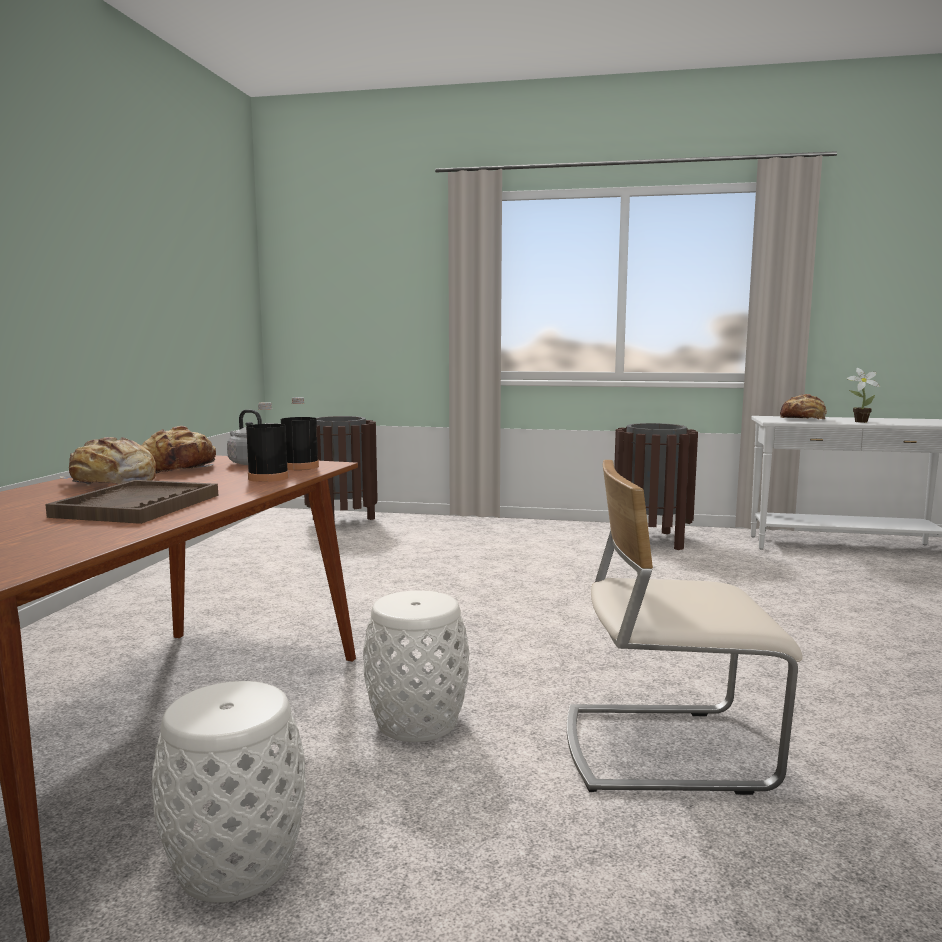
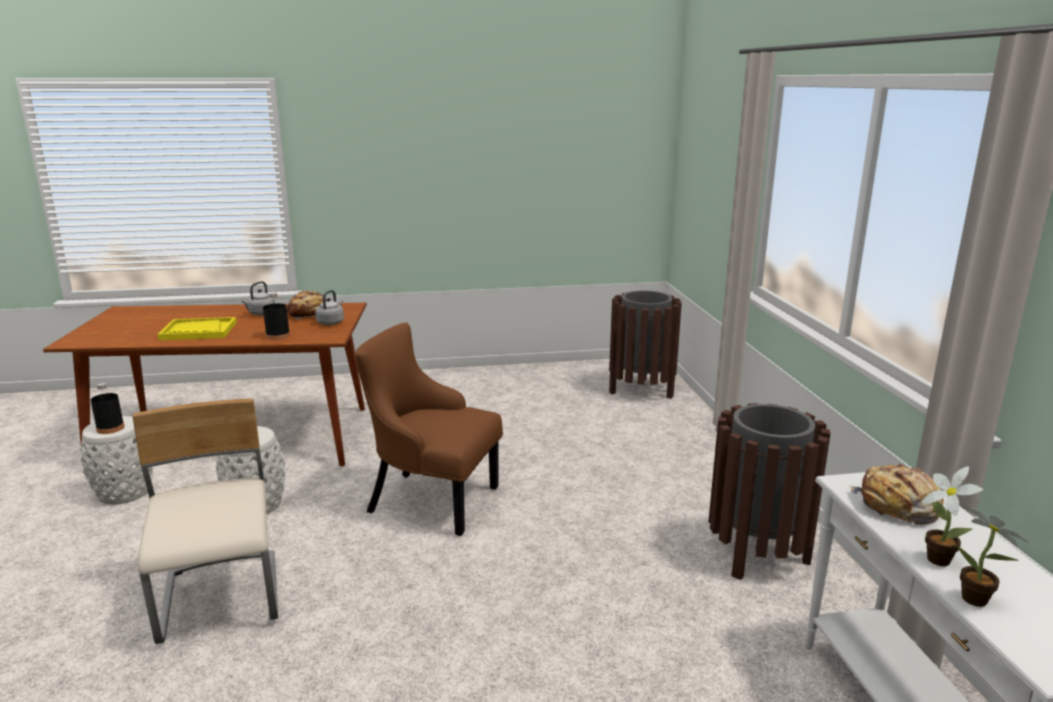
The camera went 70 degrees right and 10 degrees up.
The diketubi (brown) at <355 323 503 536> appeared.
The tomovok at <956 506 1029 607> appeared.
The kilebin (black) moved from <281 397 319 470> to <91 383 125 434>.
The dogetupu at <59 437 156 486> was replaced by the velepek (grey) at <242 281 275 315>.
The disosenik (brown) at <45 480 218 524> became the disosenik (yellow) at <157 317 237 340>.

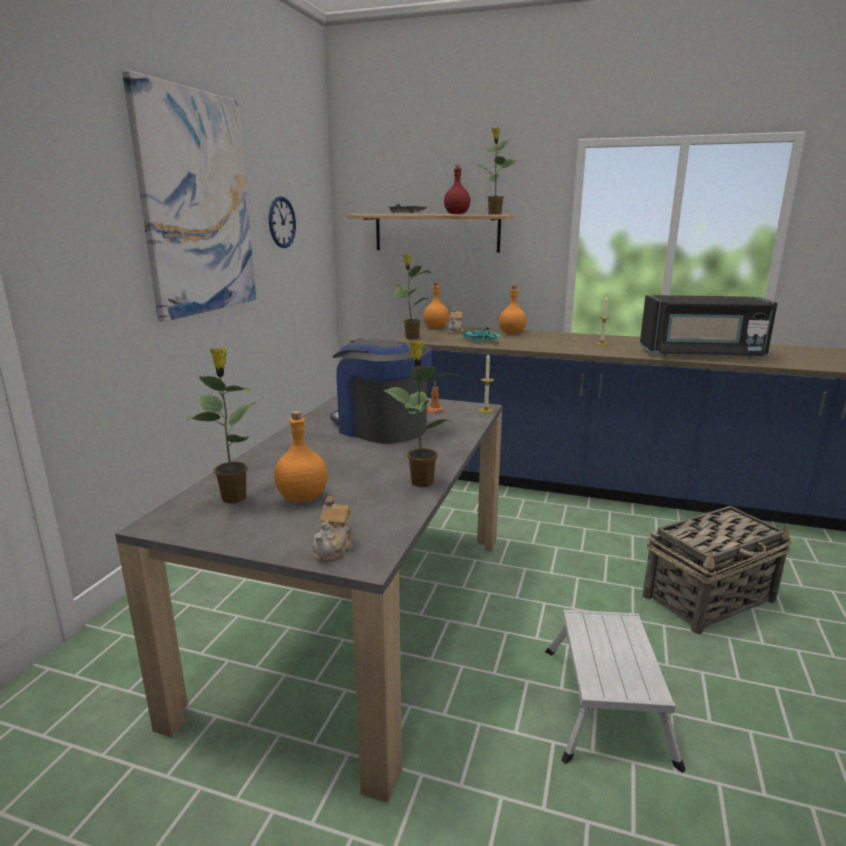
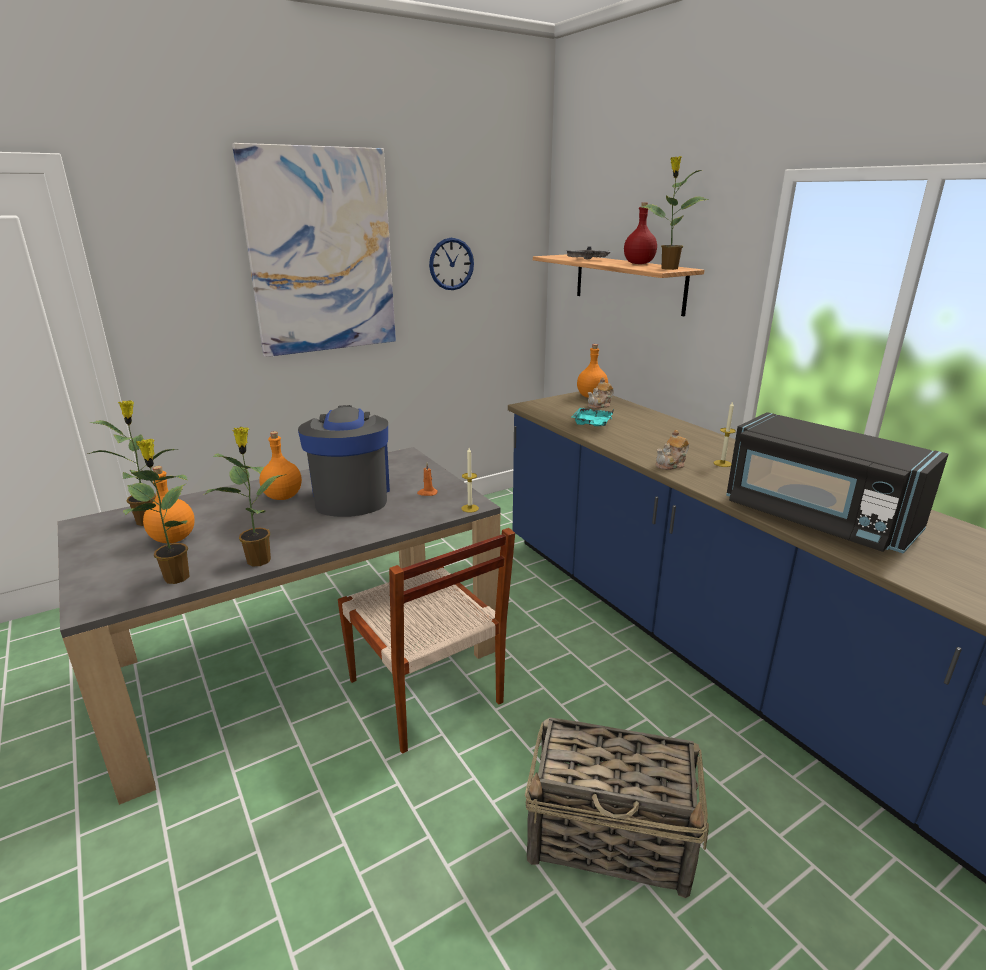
The camera went 40 degrees right and 5 degrees up.
The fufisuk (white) at <545 610 686 773> disappeared.
The diketubi at <338 528 515 754> appeared.
The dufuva moved from <313 496 353 562> to <655 430 689 470>.
The tomovok moved from <390 254 431 339> to <123 439 190 584>.
The kilebin (orange) moved from <499 286 527 334> to <259 431 302 500>.

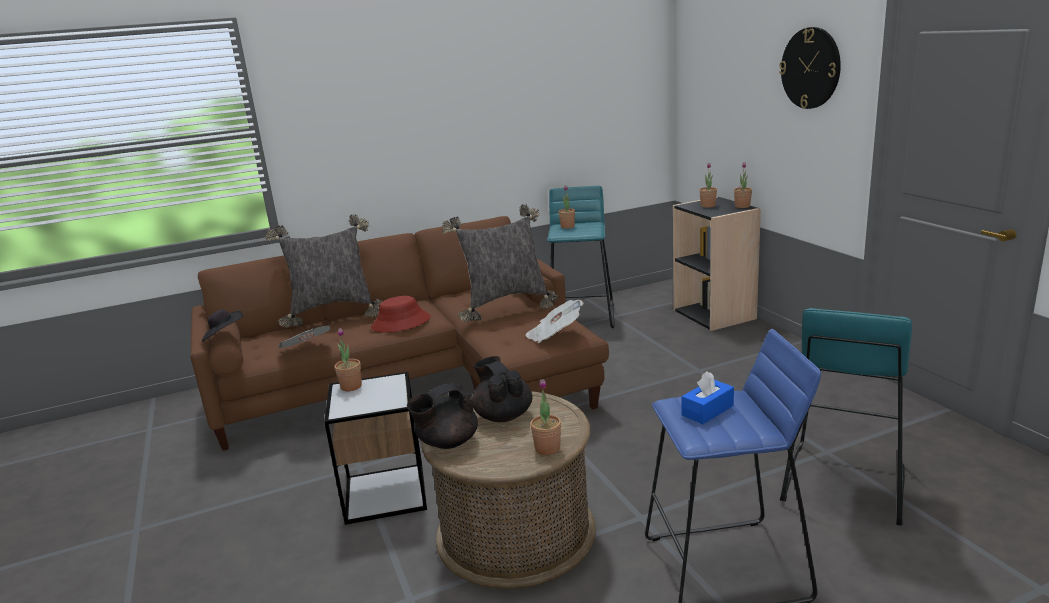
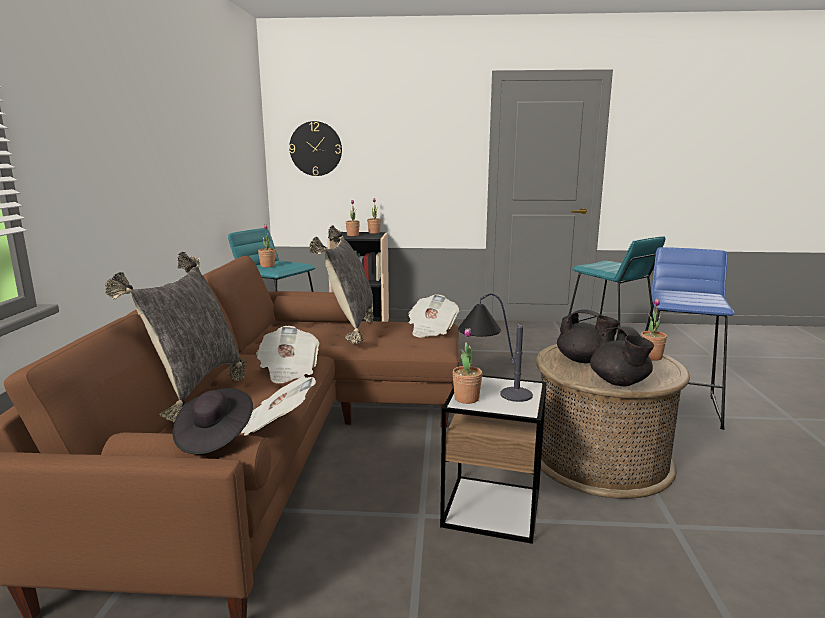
The camera went 65 degrees left and 5 degrees down.
The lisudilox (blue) at <681 371 734 424> disappeared.
The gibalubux at <458 293 533 402> appeared.
The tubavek moved from <779 27 841 109> to <289 121 342 176>.
The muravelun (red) at <371 296 431 333> was replaced by the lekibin at <256 326 320 384>.
The dufuva (black) at <472 356 532 422> turned 150 degrees counterclockwise.

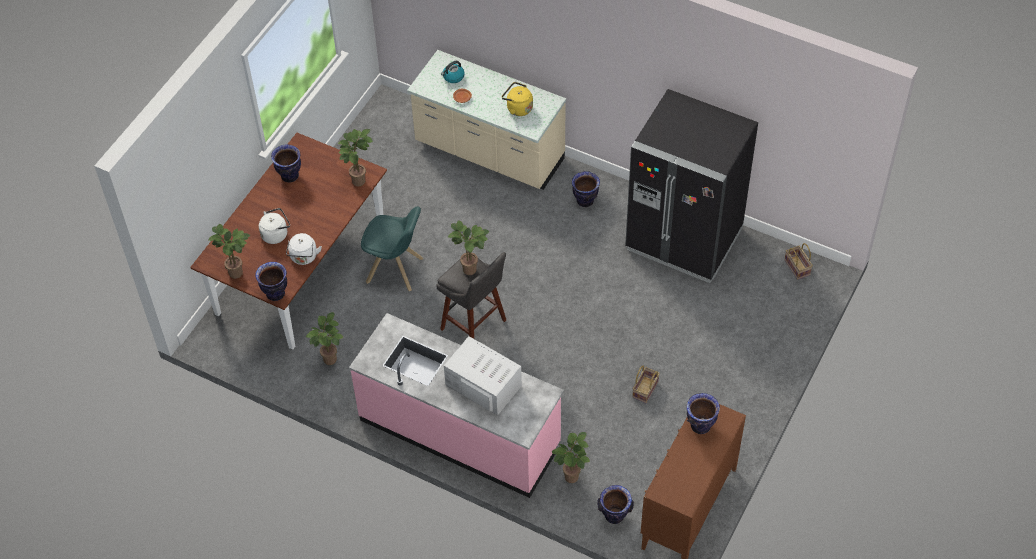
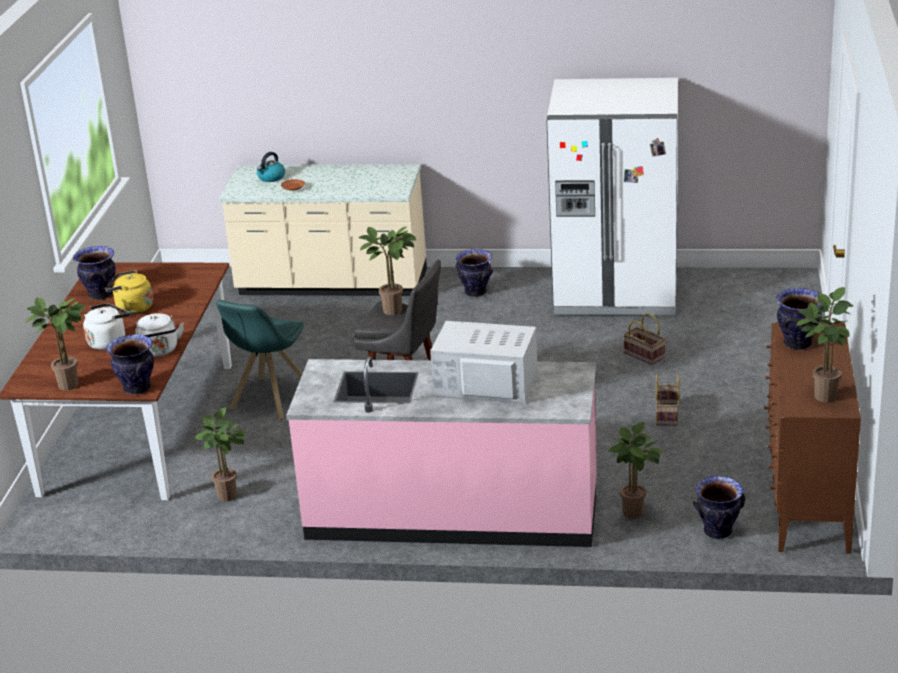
The camera went 20 degrees left and 25 degrees down.
The tomovok moved from <338 129 373 186> to <796 287 853 402>.
The velepek (yellow) moved from <502 82 533 116> to <105 270 153 314>.
The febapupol moved from <785 243 813 280> to <623 313 666 365>.
The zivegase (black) at <625 89 758 283> became the zivegase (white) at <546 78 678 315>.
The diketubi (turquoise) at <361 206 423 291> turned 120 degrees clockwise.

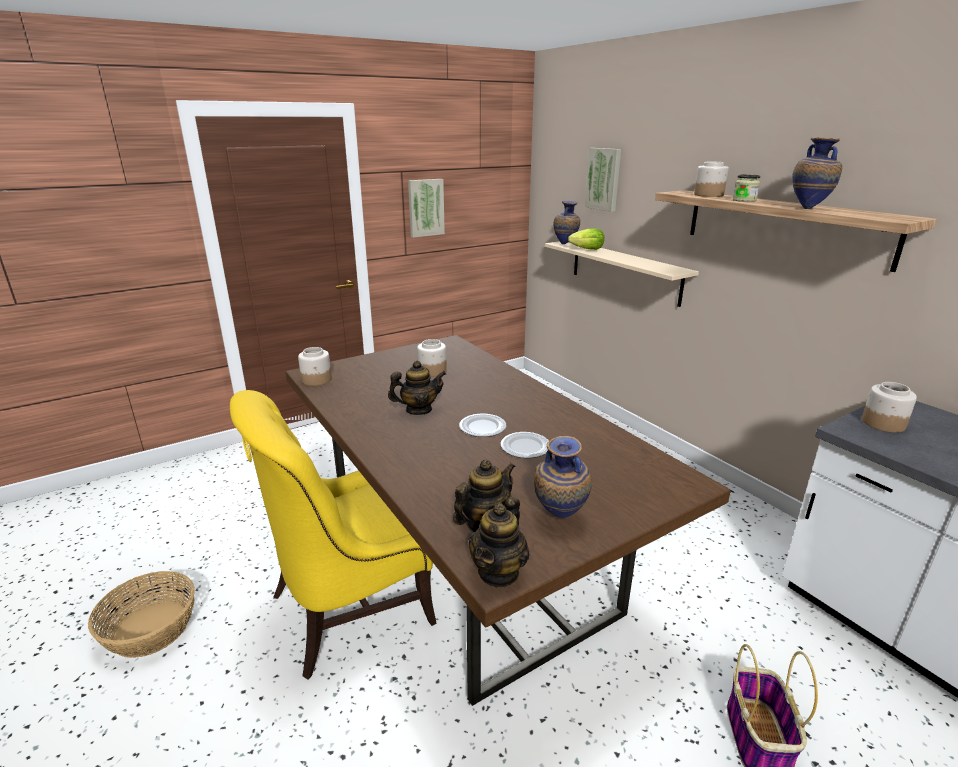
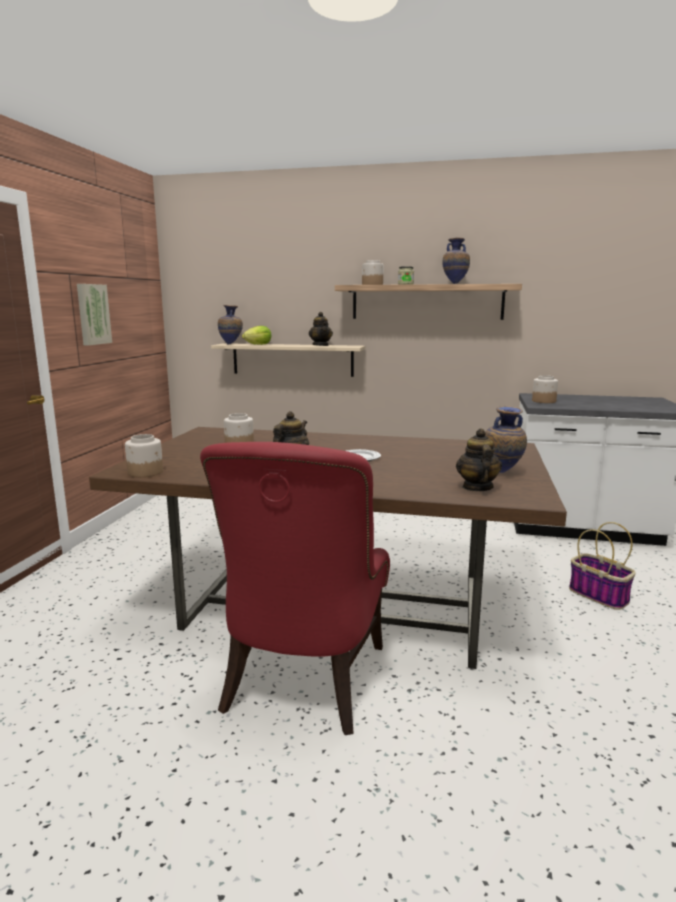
The camera went 45 degrees left and 10 degrees down.
The febapupol at <88 571 195 658> disappeared.
The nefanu at <501 432 549 458> disappeared.
The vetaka at <585 148 621 212> disappeared.
The dufuva moved from <469 497 530 588> to <309 312 333 346>.
The diketubi (yellow) at <230 390 437 680> became the diketubi (red) at <200 442 390 735>.

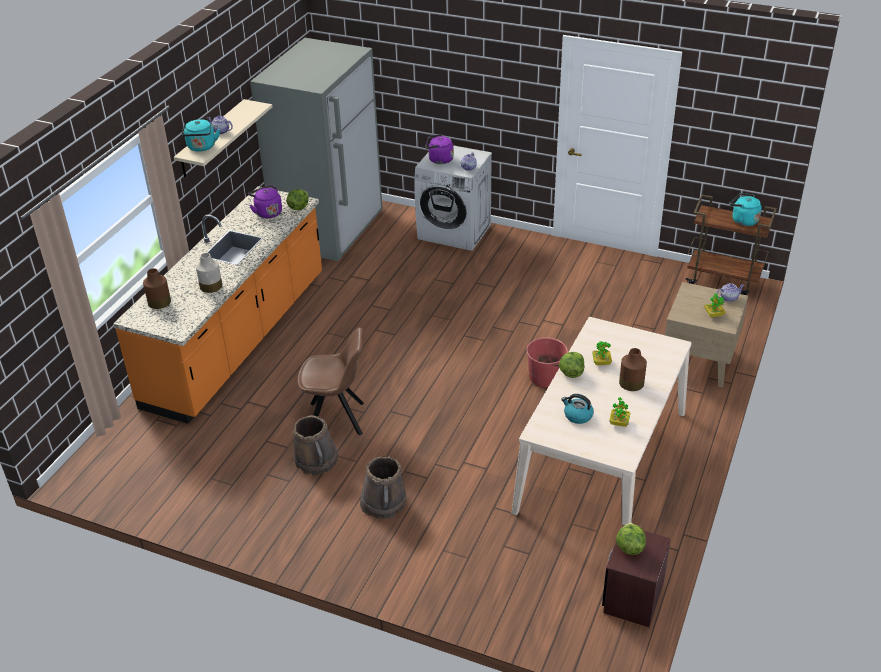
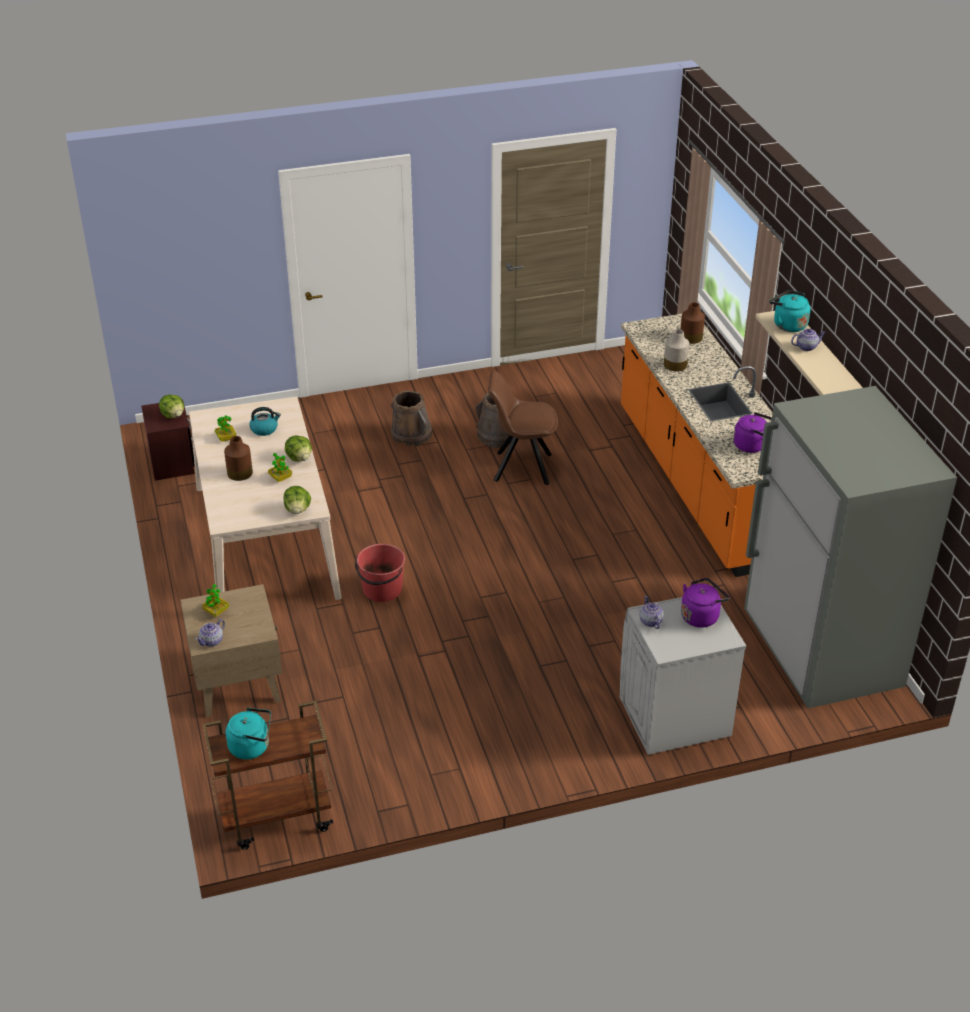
The camera went 140 degrees right and 0 degrees up.
The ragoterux moved from <286 189 309 210> to <284 486 311 514>.
The diketubi (brown) at <297 327 364 435> turned 45 degrees clockwise.

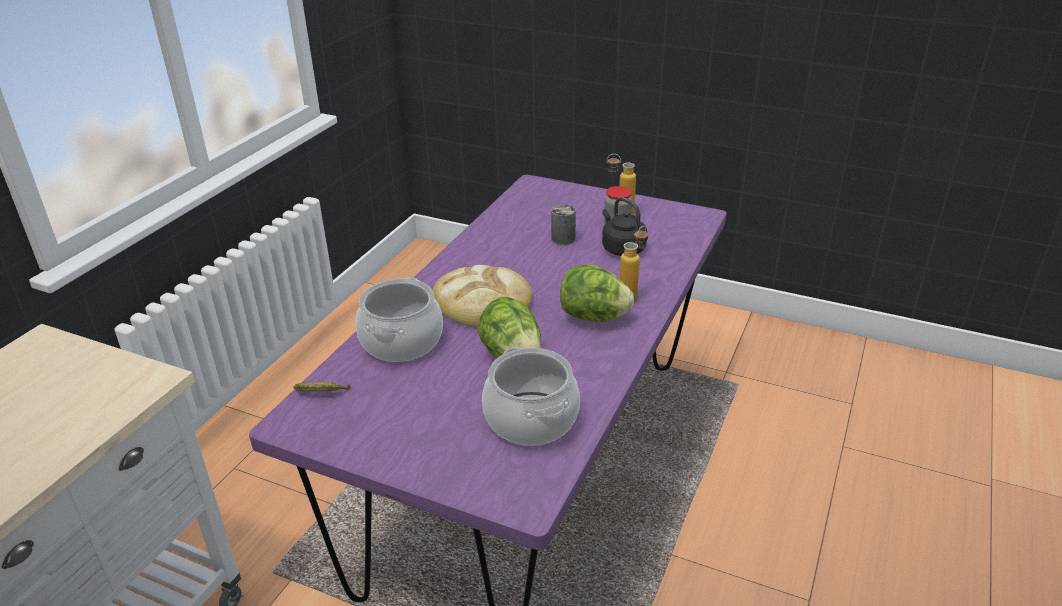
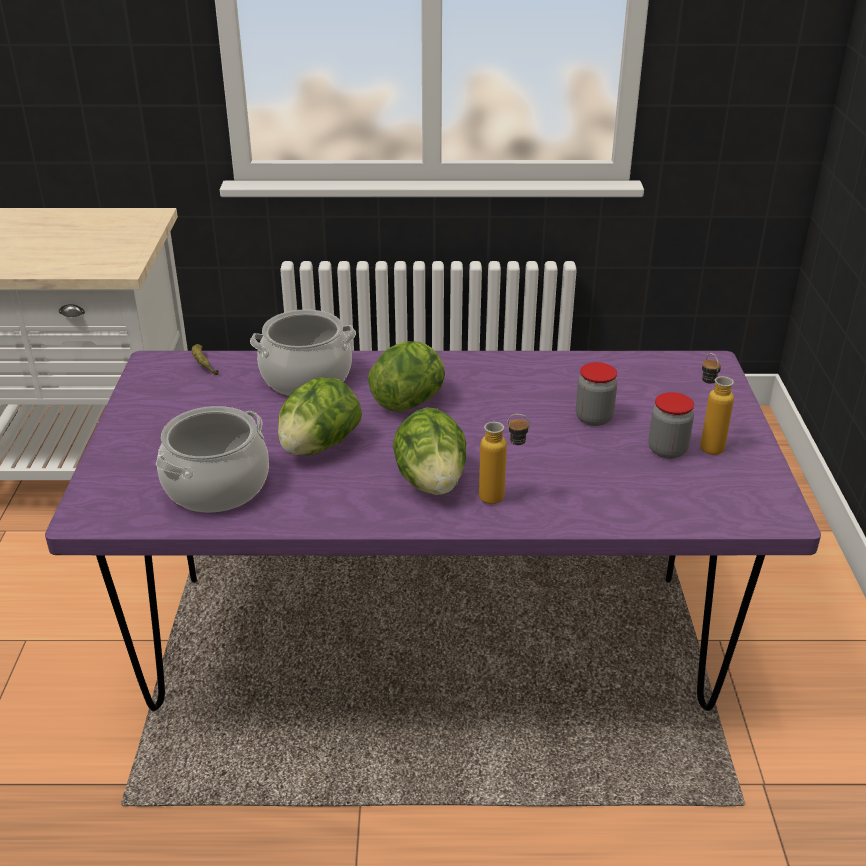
The camera went 65 degrees right and 0 degrees up.
The velepek (black) at <602 197 647 256> disappeared.
The dogetupu at <433 265 532 327> was replaced by the ragoterux at <368 341 445 412>.
The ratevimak at <551 205 576 245> was replaced by the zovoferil at <576 362 617 426>.

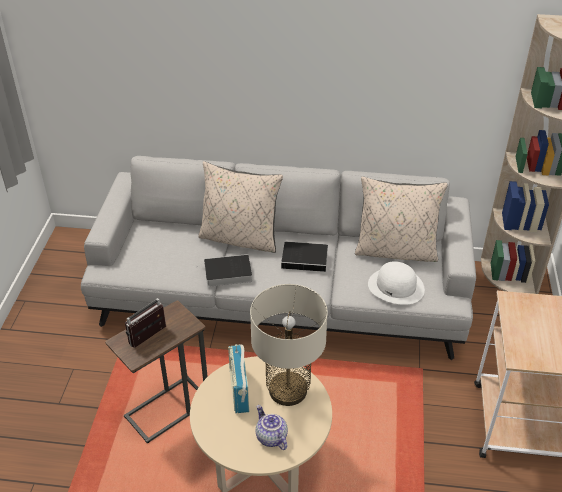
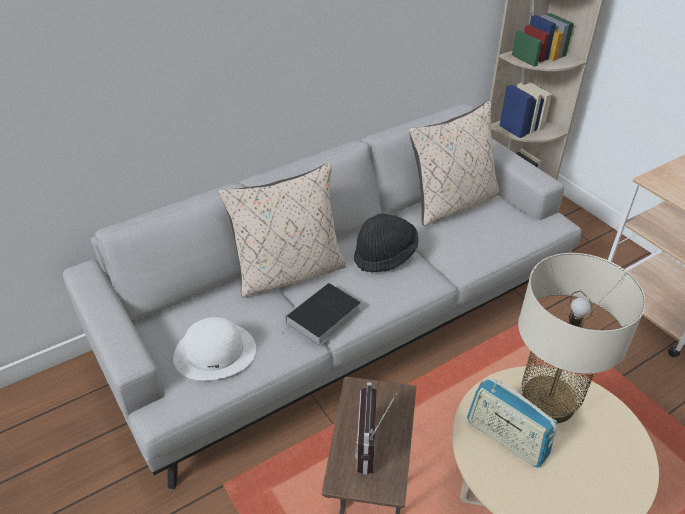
The camera went 40 degrees left and 0 degrees up.
The dufuva at <256 405 288 450> disappeared.
The muravelun (white) moved from <368 261 425 305> to <173 317 256 380>.
The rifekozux at <281 242 334 272> was replaced by the muravelun (black) at <354 214 418 272>.

